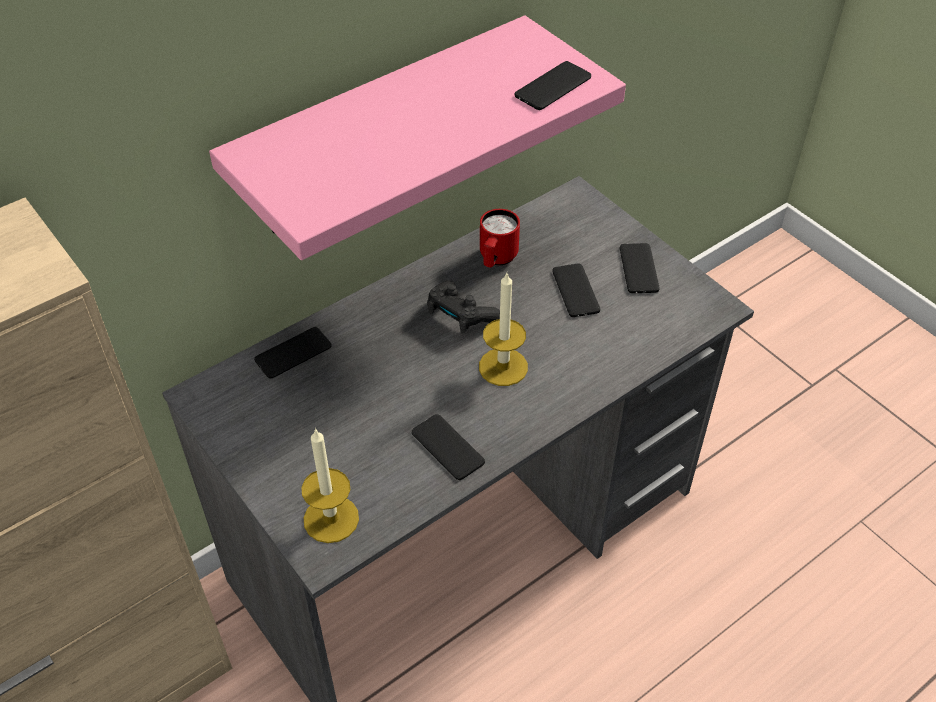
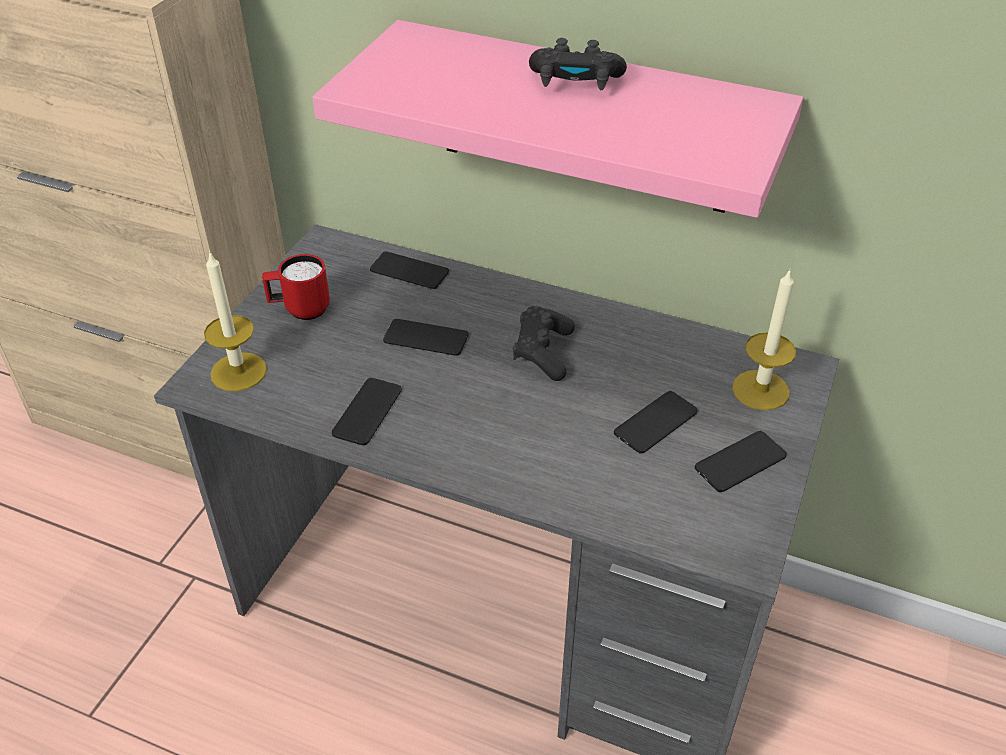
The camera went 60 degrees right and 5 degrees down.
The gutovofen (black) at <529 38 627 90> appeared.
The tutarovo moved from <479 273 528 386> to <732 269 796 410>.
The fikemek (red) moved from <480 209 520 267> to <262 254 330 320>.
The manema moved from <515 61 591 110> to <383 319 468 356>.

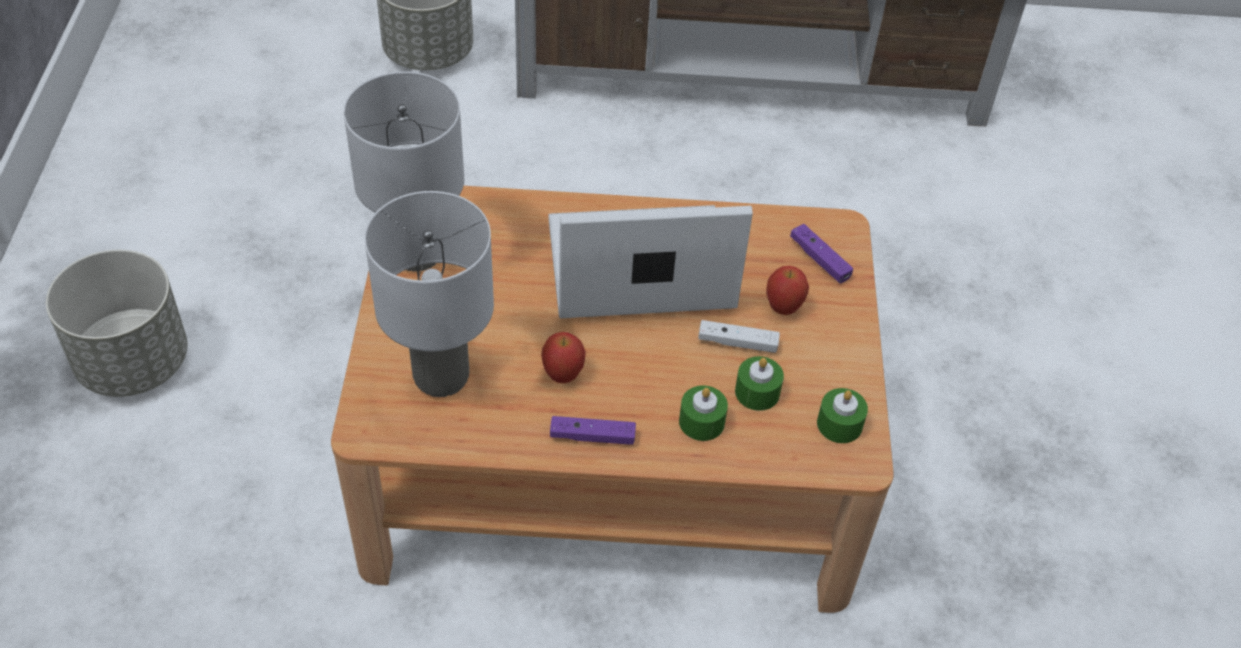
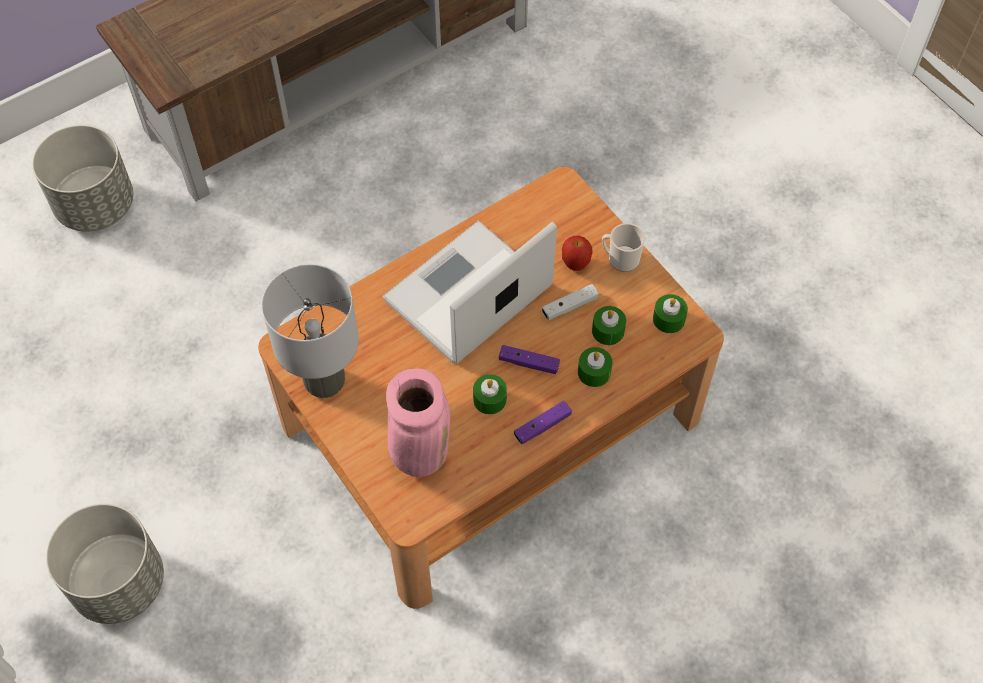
The camera went 35 degrees left and 10 degrees up.
The fikemek at <602 223 645 272> appeared.
The gutovofen (purple) moved from <790 224 853 283> to <499 345 560 374>.
The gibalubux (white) at <365 191 494 397> was replaced by the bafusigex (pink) at <386 368 450 477>.
The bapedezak at <541 332 586 383> was replaced by the tutarovo (green) at <473 374 507 414>.

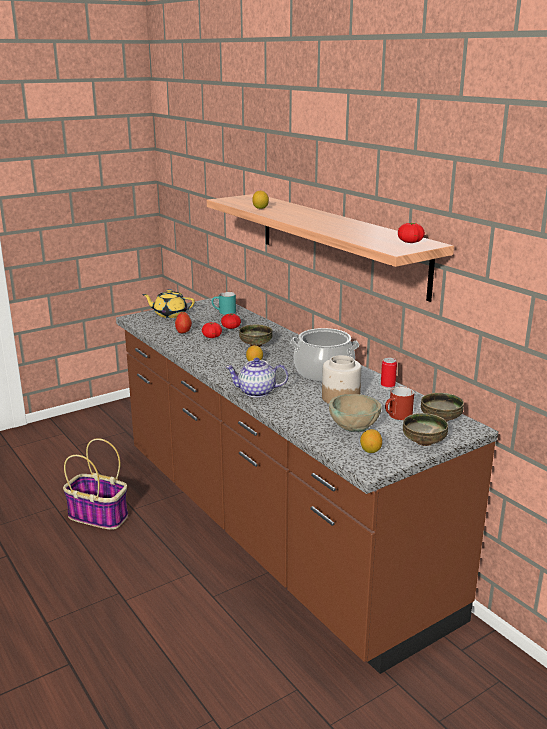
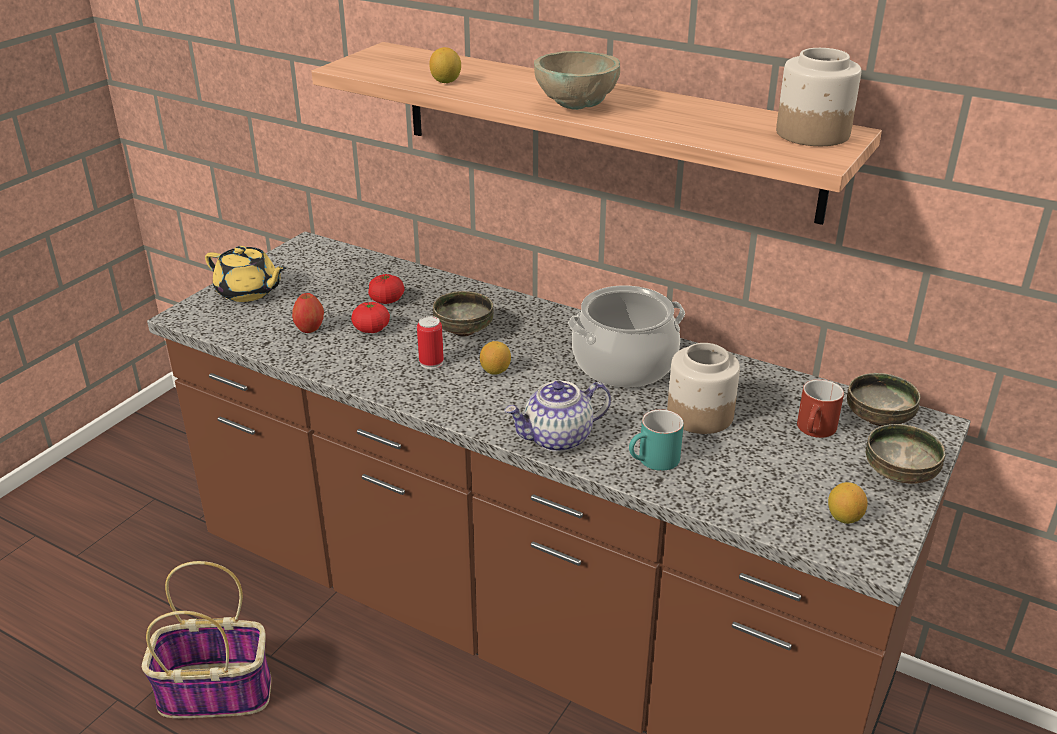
The camera went 25 degrees left and 10 degrees up.
The fikemek (turquoise) moved from <212 292 236 315> to <629 409 684 471>.
The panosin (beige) moved from <329 394 381 432> to <534 51 620 110>.
The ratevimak moved from <381 358 397 390> to <417 316 444 369>.
The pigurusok at <398 223 425 243> was replaced by the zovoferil at <776 48 861 146>.
The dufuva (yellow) at <142 289 195 318> turned 135 degrees counterclockwise.

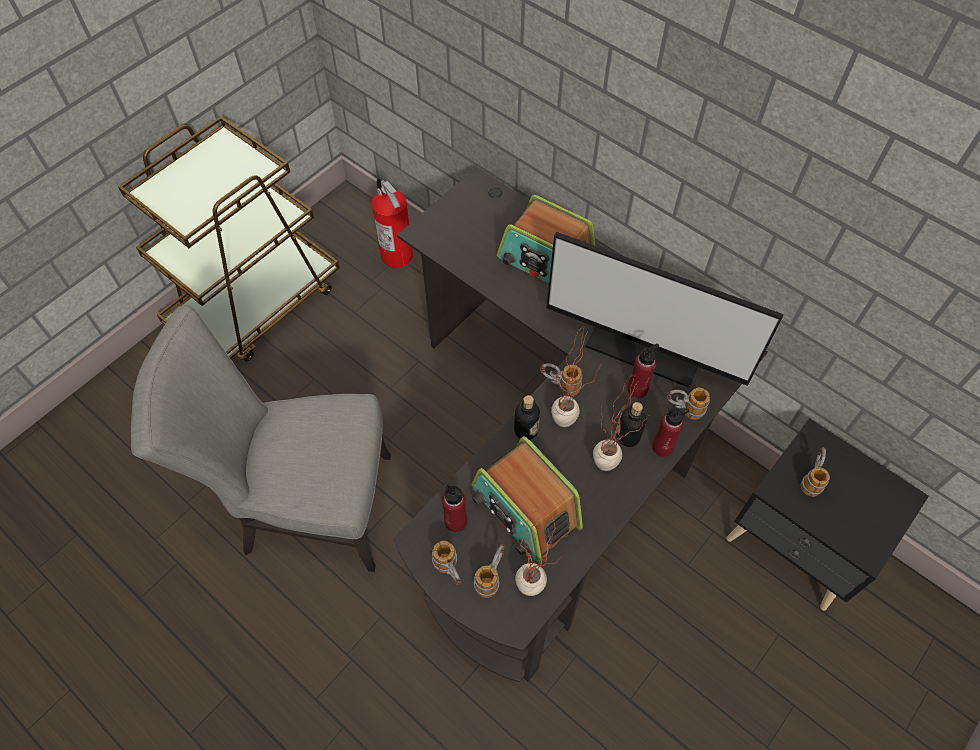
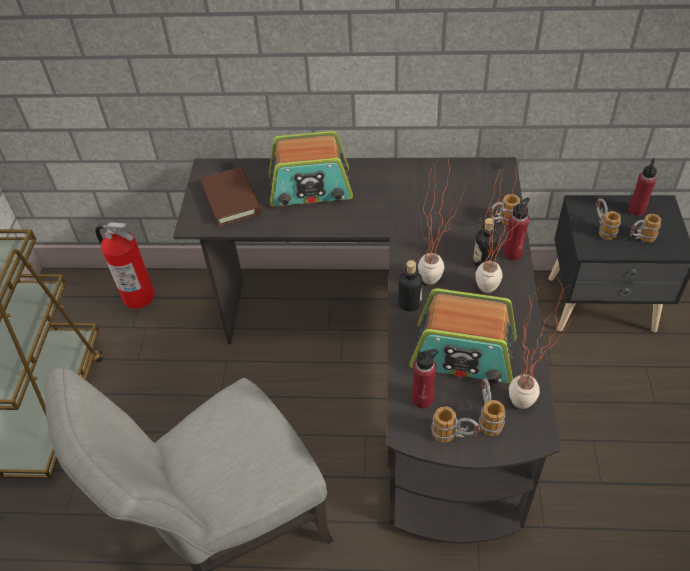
The camera went 35 degrees left and 10 degrees down.
The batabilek at <546 232 784 388> disappeared.
The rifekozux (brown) at <200 167 261 227> appeared.
The fikemek moved from <540 363 582 396> to <630 214 661 242>.
The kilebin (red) moved from <628 344 659 398> to <628 158 657 216>.

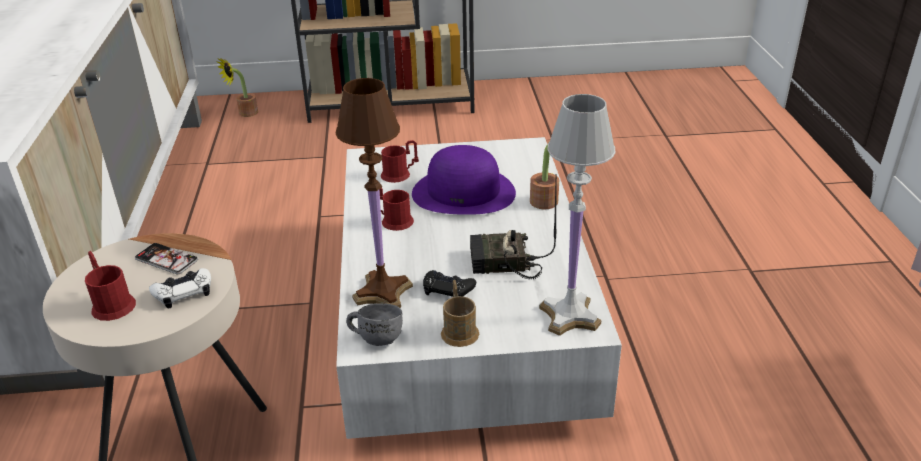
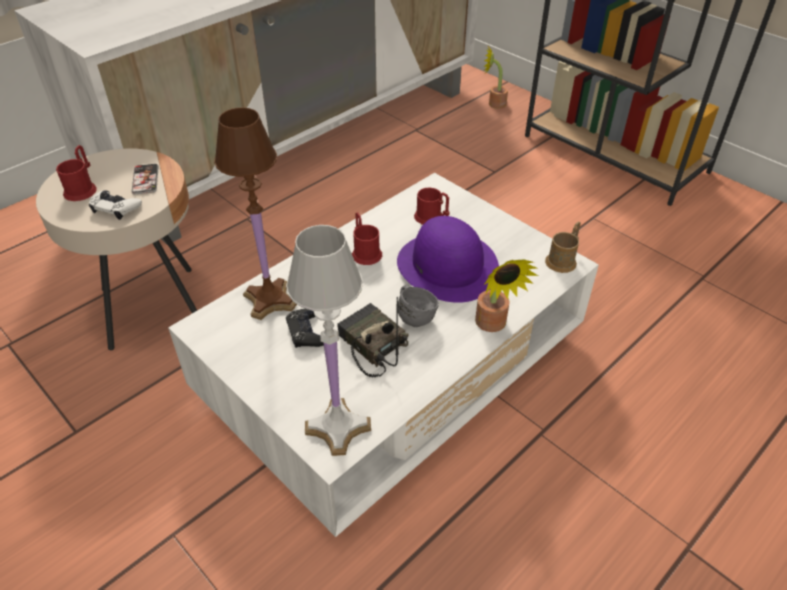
The camera went 50 degrees right and 10 degrees up.
The fikemek (grey) moved from <346 303 403 346> to <398 285 439 327>.
The fikemek (brown) moved from <441 280 479 347> to <545 221 581 273>.

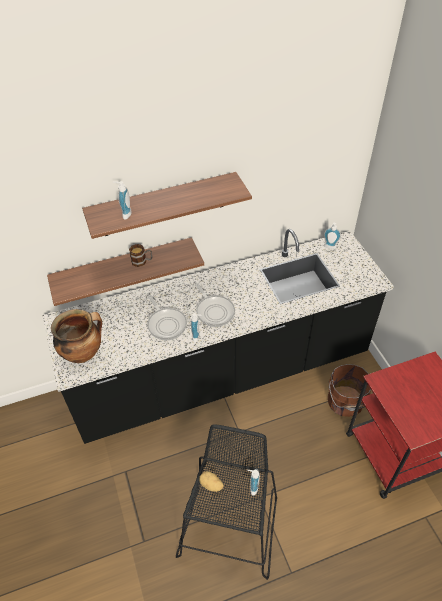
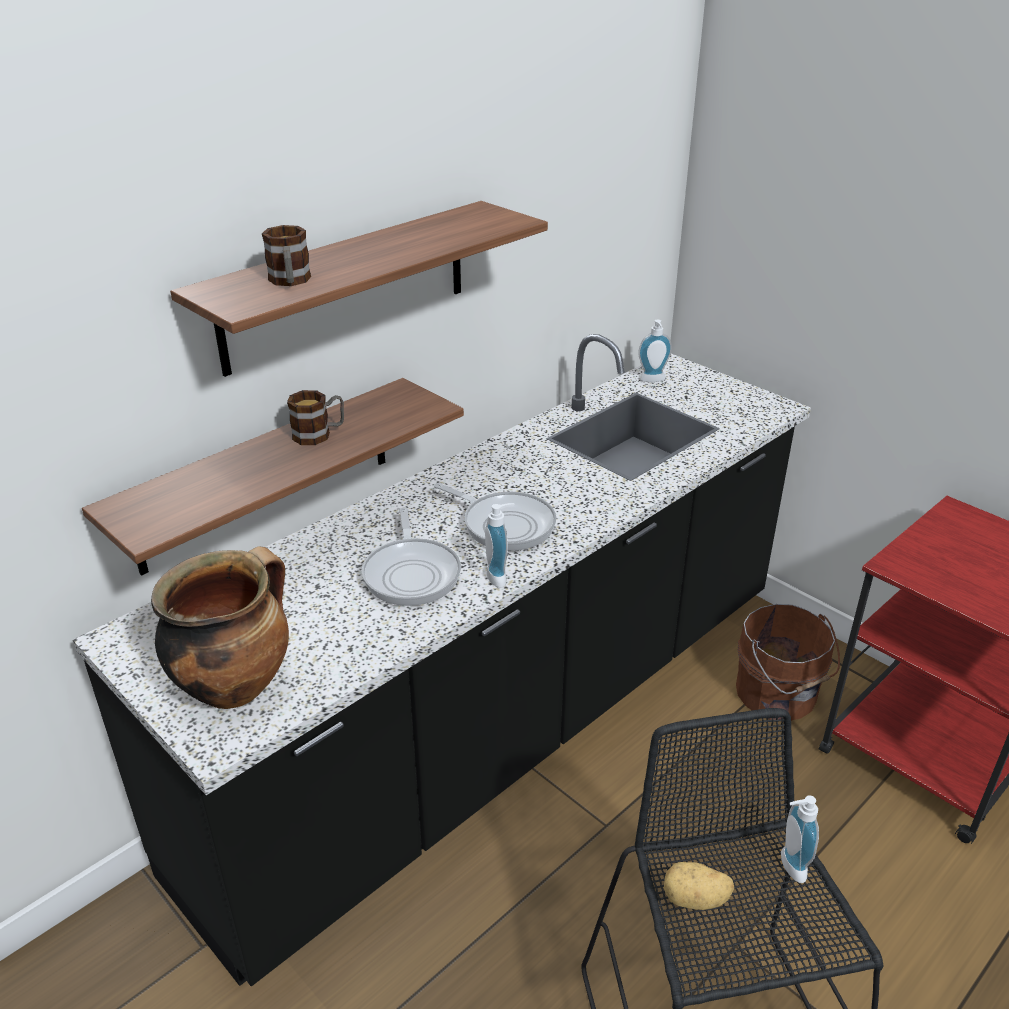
The camera went 25 degrees left and 15 degrees down.
The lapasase at <113 181 132 219> was replaced by the fikemek at <262 225 311 286>.
The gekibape at <147 295 187 341> turned 45 degrees clockwise.

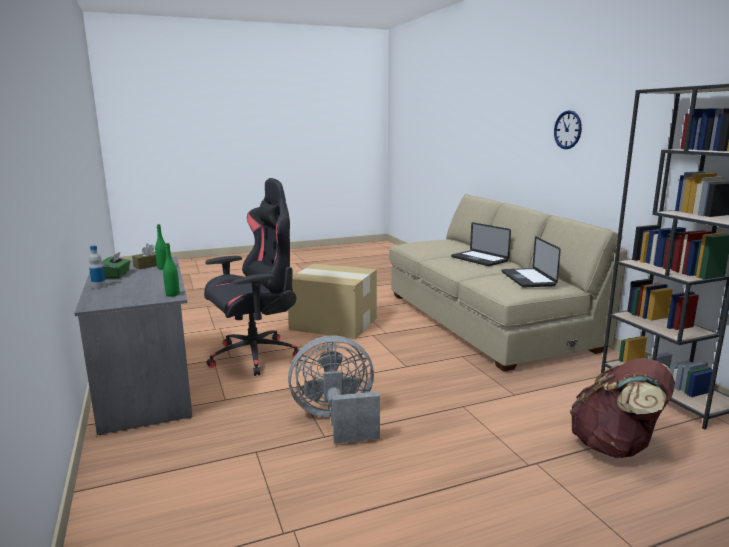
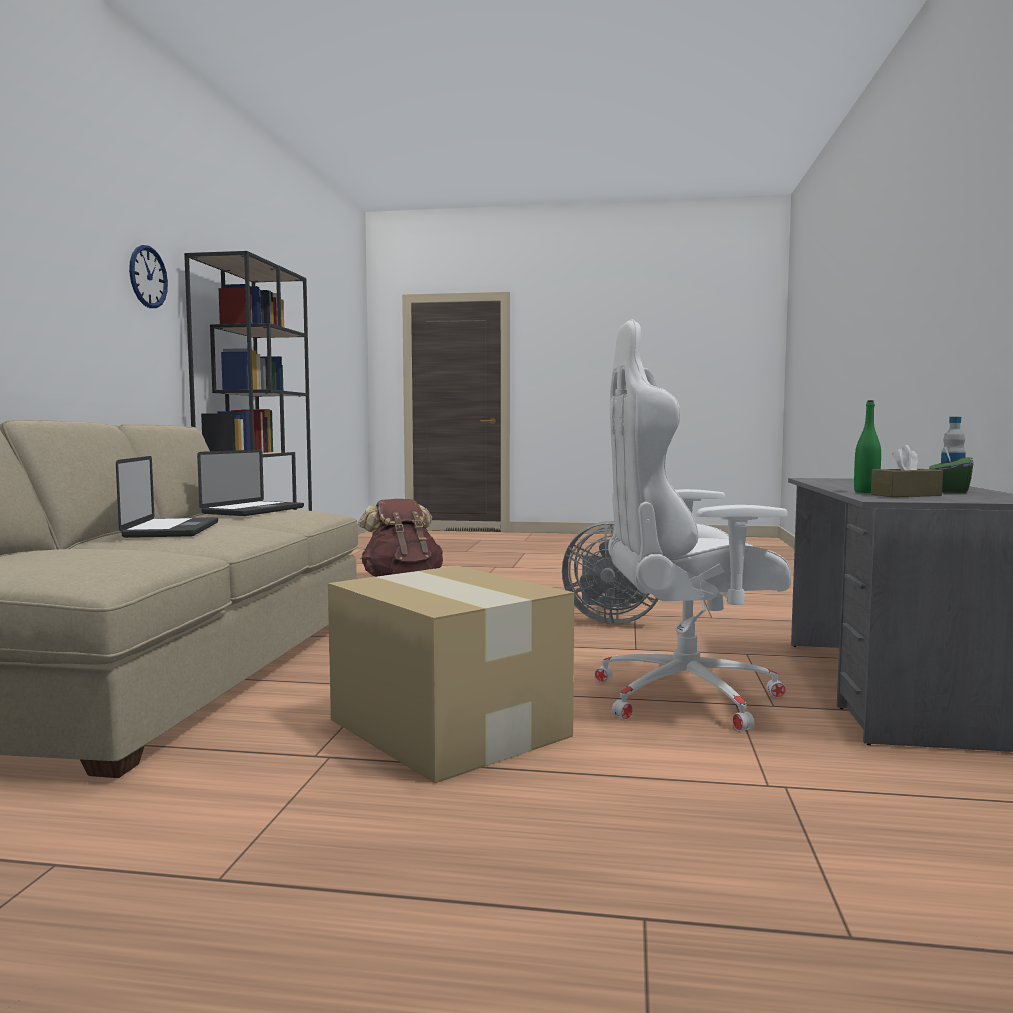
The camera went 150 degrees left and 10 degrees down.
The kilebin (green) at <163 243 180 297> disappeared.
The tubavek moved from <554 110 582 149> to <129 245 168 308>.
The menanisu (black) at <204 178 299 376> became the menanisu (white) at <594 319 791 731>.

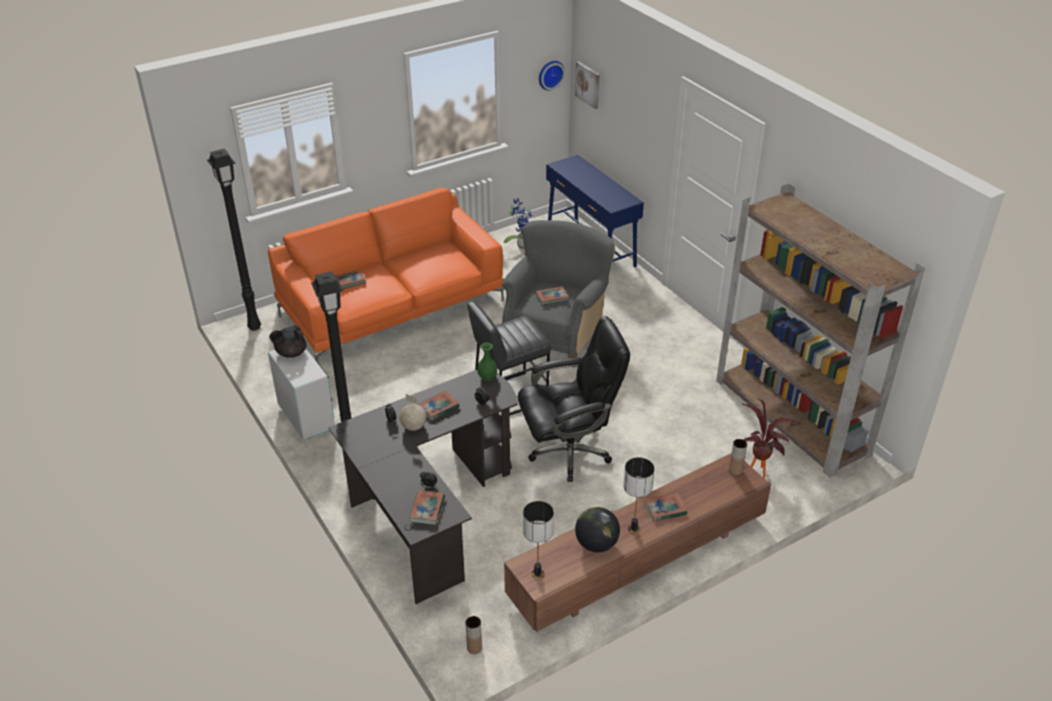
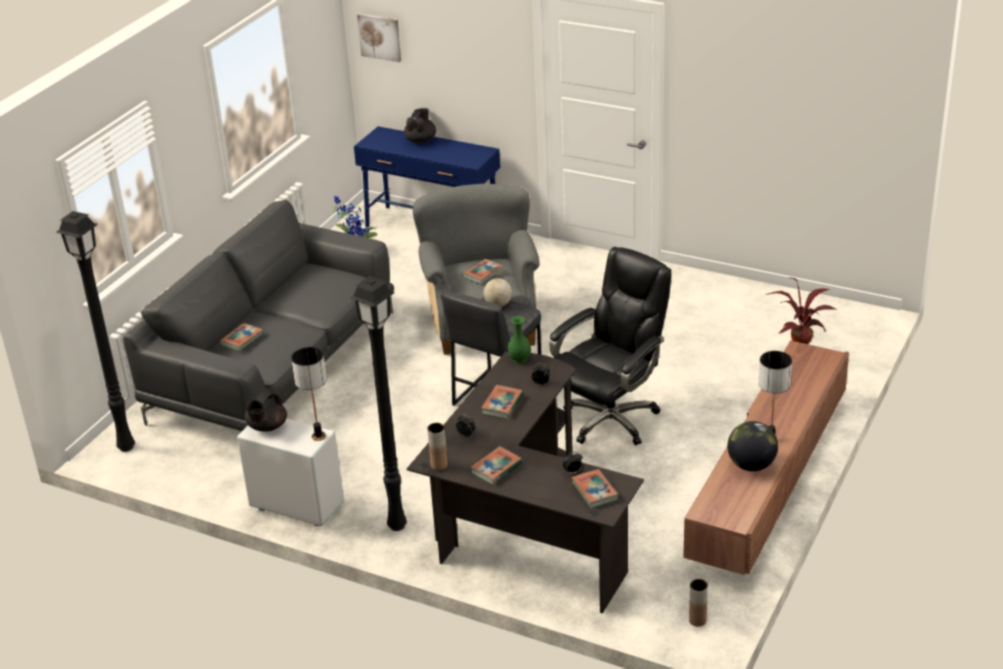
The camera went 30 degrees left and 5 degrees down.
The tubavek at <539 61 565 91> disappeared.
The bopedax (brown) at <716 184 925 477> disappeared.
The dufuva (black) at <404 108 436 143> appeared.
The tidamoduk moved from <399 394 426 431> to <484 267 512 307>.
The gibalubux moved from <523 501 554 580> to <291 347 327 441>.
The rifekozux moved from <644 493 687 522> to <470 446 523 485>.
The bafusigex (brown) moved from <729 439 747 476> to <427 423 448 471>.
The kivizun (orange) at <268 188 504 364> became the kivizun (grey) at <123 200 394 433>.

